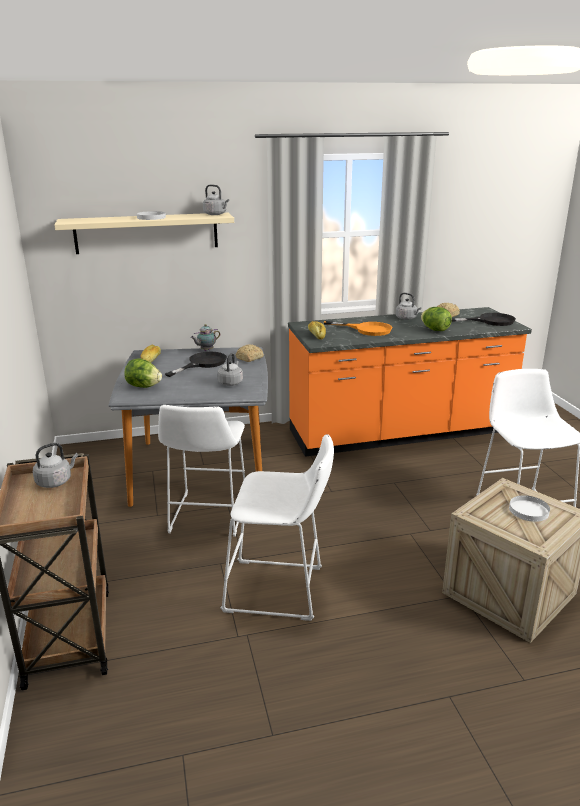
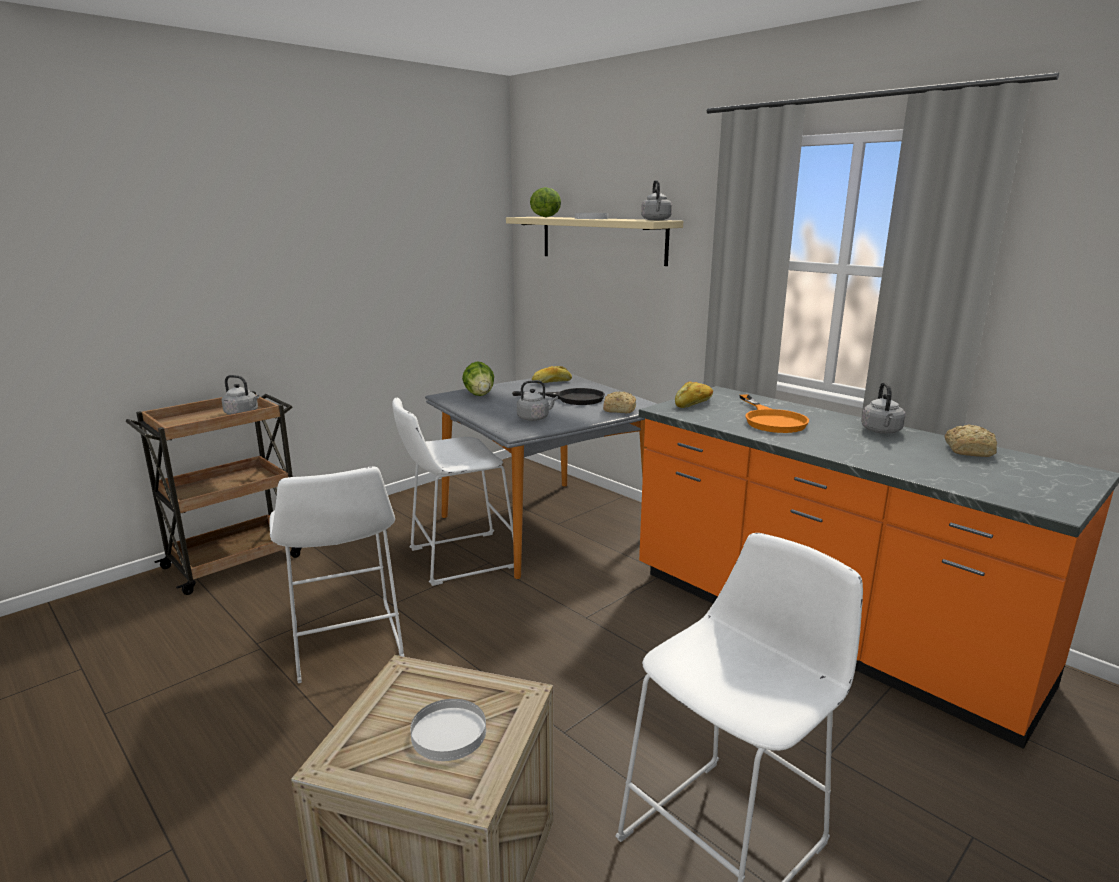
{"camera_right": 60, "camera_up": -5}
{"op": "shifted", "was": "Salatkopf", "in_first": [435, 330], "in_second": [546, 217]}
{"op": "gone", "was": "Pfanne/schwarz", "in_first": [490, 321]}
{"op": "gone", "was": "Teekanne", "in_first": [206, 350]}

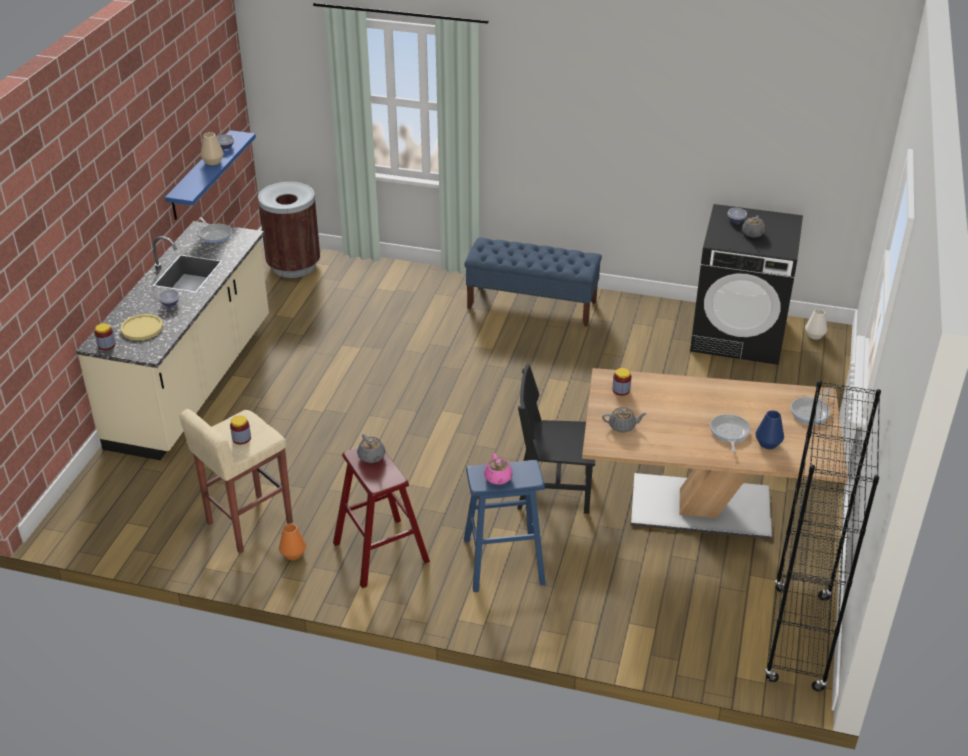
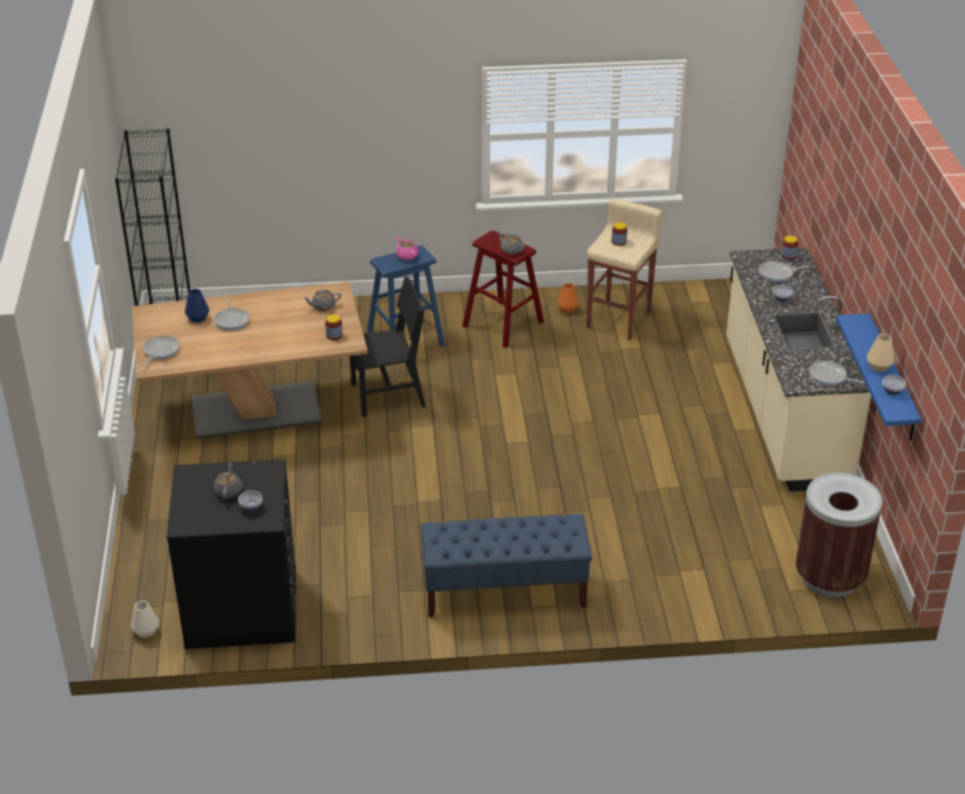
{"camera_right": 160, "camera_up": 0}
{"op": "swapped", "was": "Teller/gelb", "now": "Pfanne", "in_first": [142, 328], "in_second": [777, 274]}

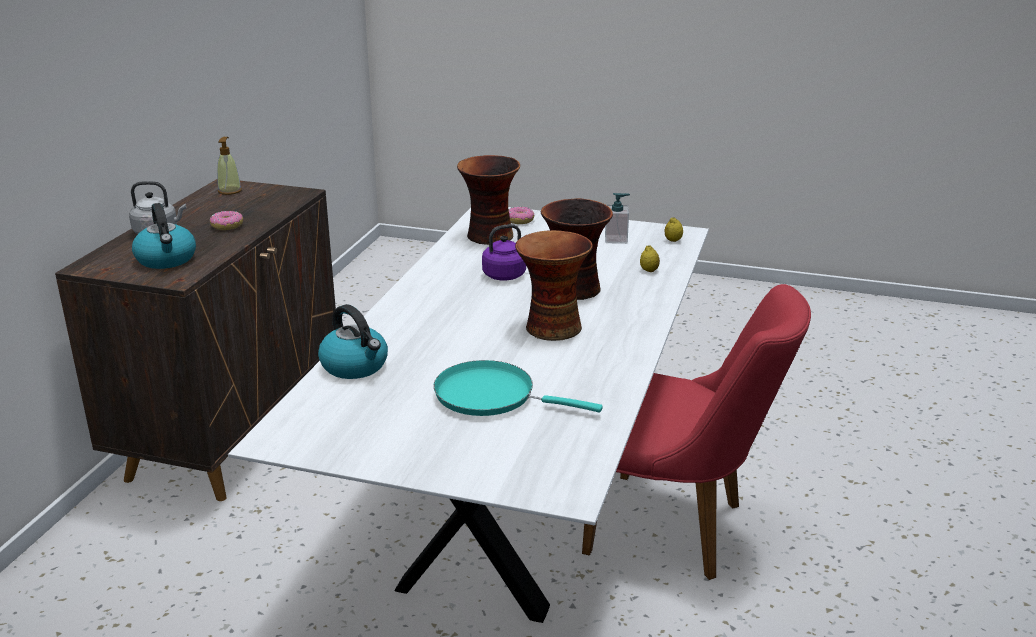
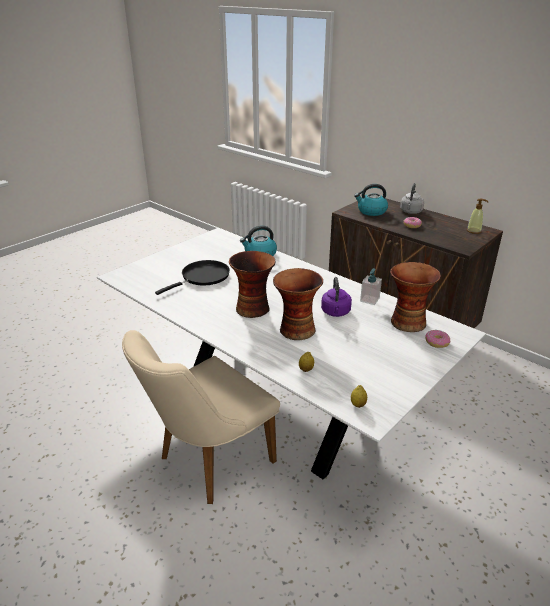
{"camera_right": 115, "camera_up": 5}
{"op": "shifted", "was": "Seifenspender", "in_first": [616, 239], "in_second": [369, 300]}
{"op": "repainted", "was": "Stuhl/rot", "now": "Stuhl/beige", "in_first": [680, 530], "in_second": [208, 463]}
{"op": "repainted", "was": "Pfanne/türkis", "now": "Pfanne/schwarz", "in_first": [491, 396], "in_second": [202, 277]}

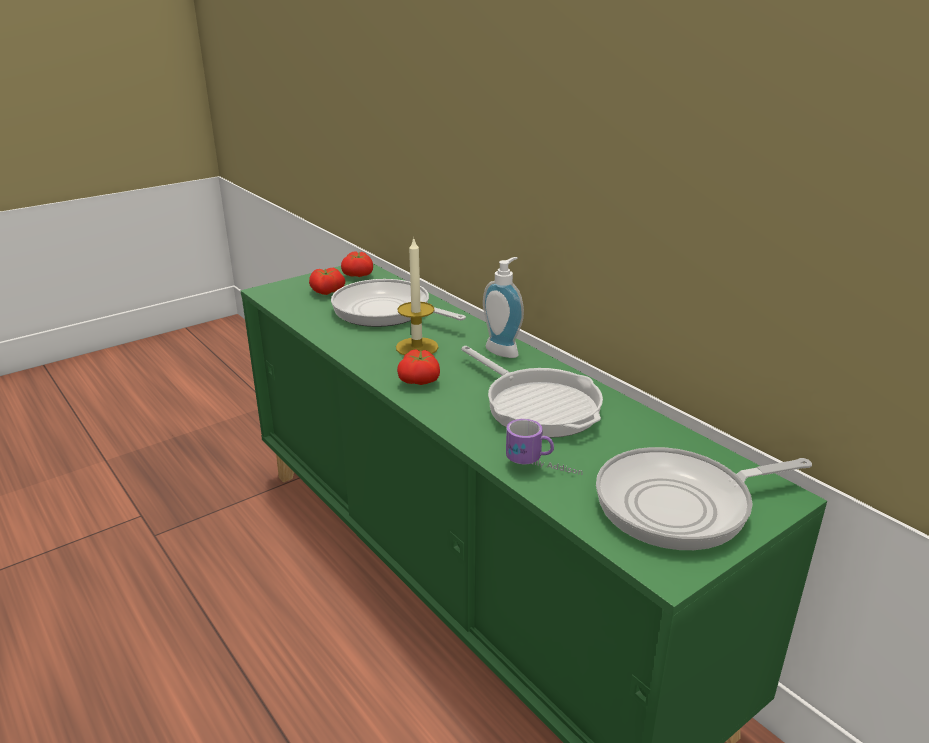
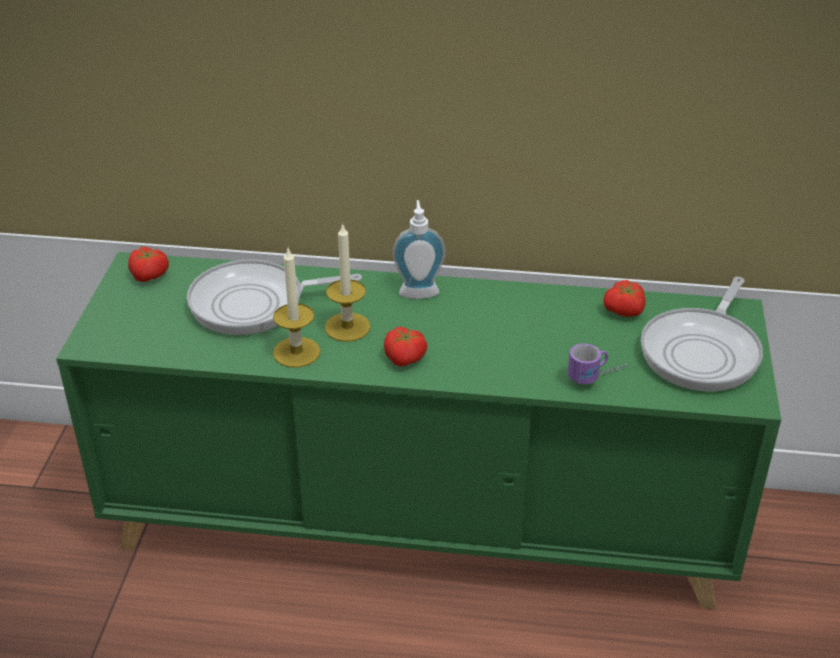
{"camera_right": -45, "camera_up": 10}
{"op": "shifted", "was": "Tomate", "in_first": [327, 292], "in_second": [625, 311]}
{"op": "gone", "was": "Pfanne", "in_first": [538, 405]}
{"op": "new", "now": "Kerze", "in_second": [296, 352]}

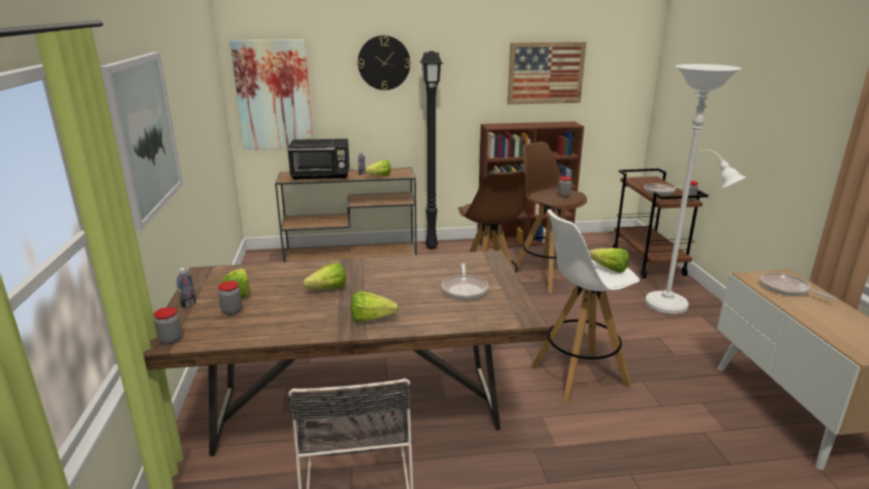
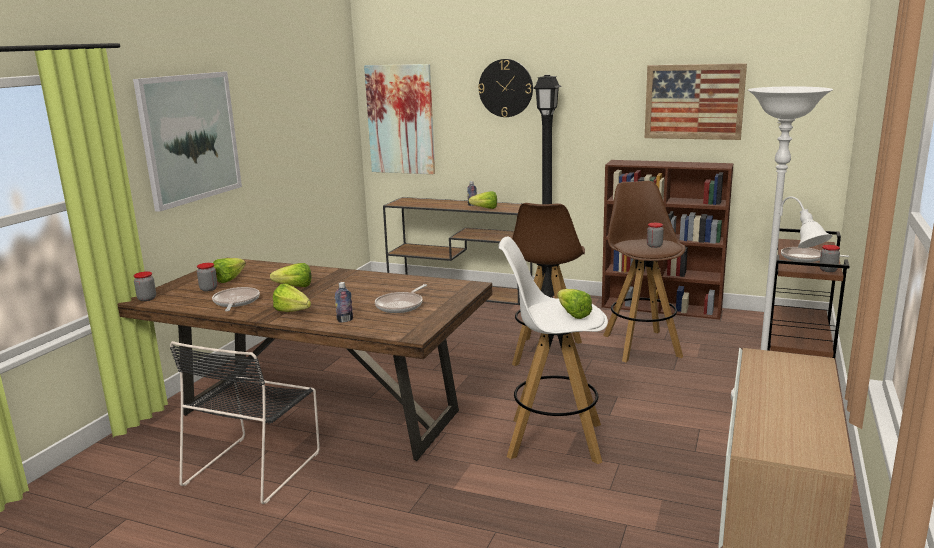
{"camera_right": 30, "camera_up": -5}
{"op": "gone", "was": "Mikrowelle/schwarz", "in_first": [322, 176]}
{"op": "shifted", "was": "Flasche", "in_first": [188, 304], "in_second": [345, 320]}
{"op": "shifted", "was": "Pfanne", "in_first": [787, 289], "in_second": [235, 302]}

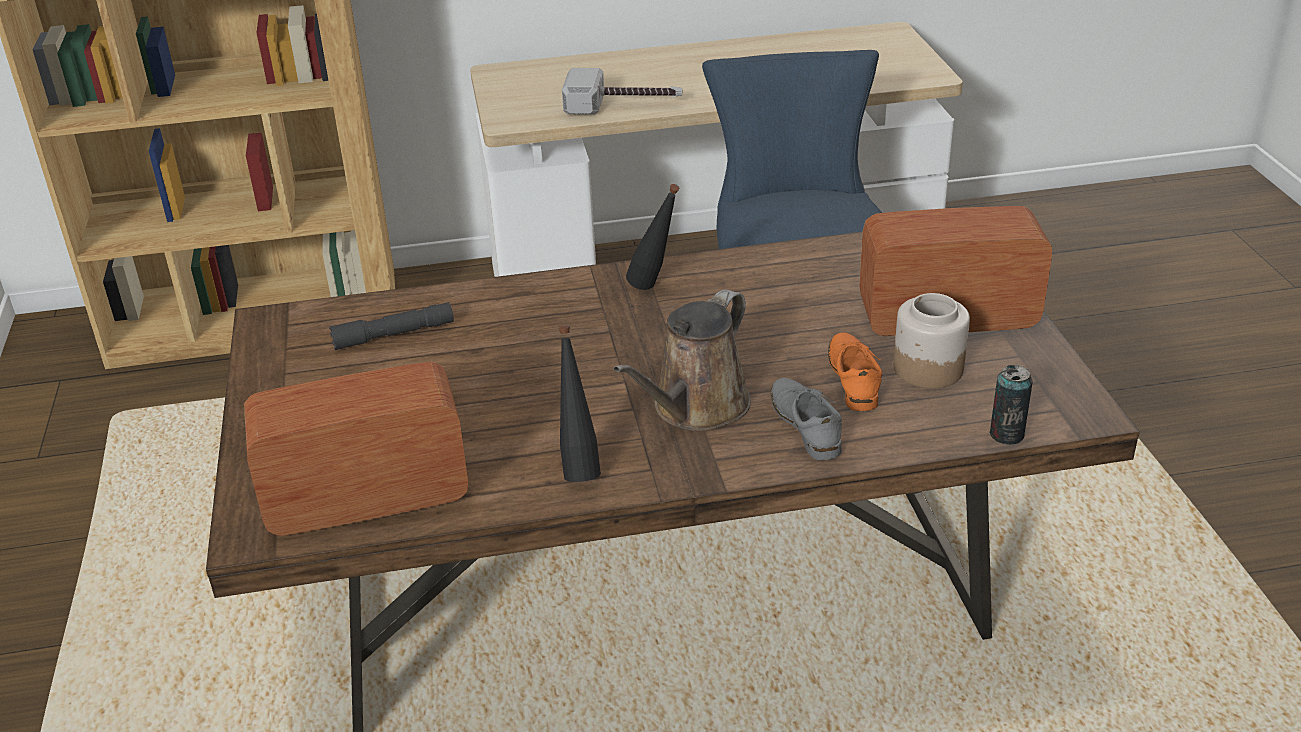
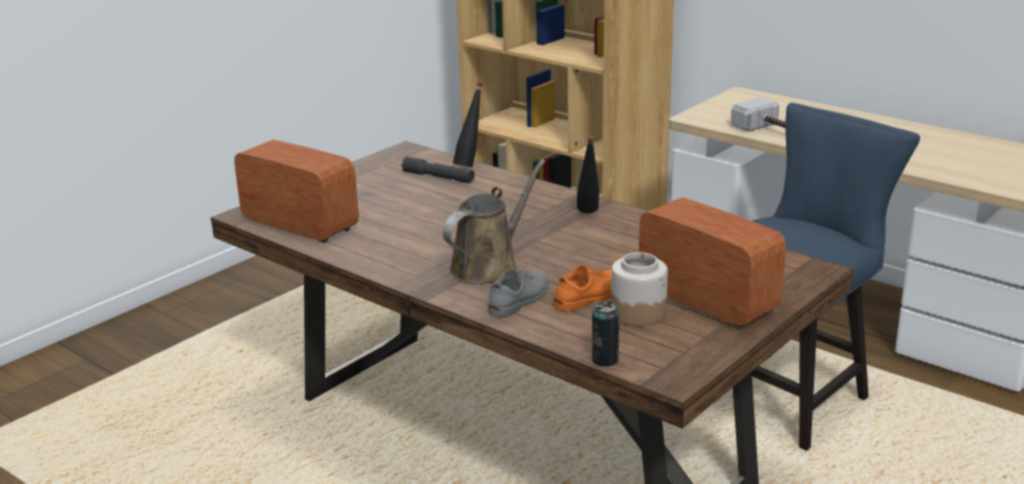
{"camera_right": 50, "camera_up": -10}
{"op": "rotated", "was": "Gießkanne/braun", "in_first": [696, 408], "in_second": [489, 266], "clockwise": 135}
{"op": "shifted", "was": "Flasche/schwarz", "in_first": [579, 467], "in_second": [470, 165]}

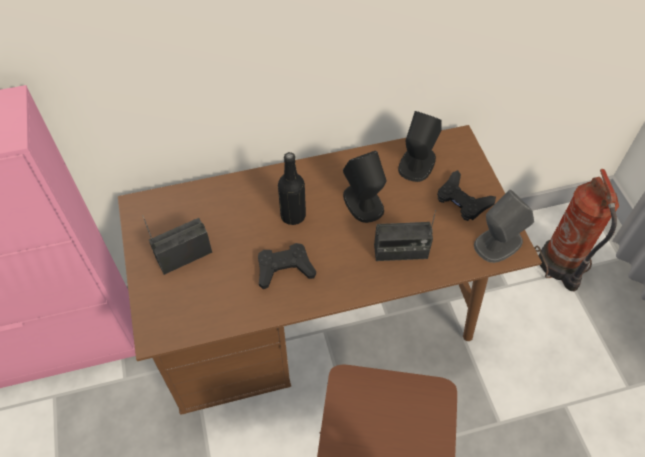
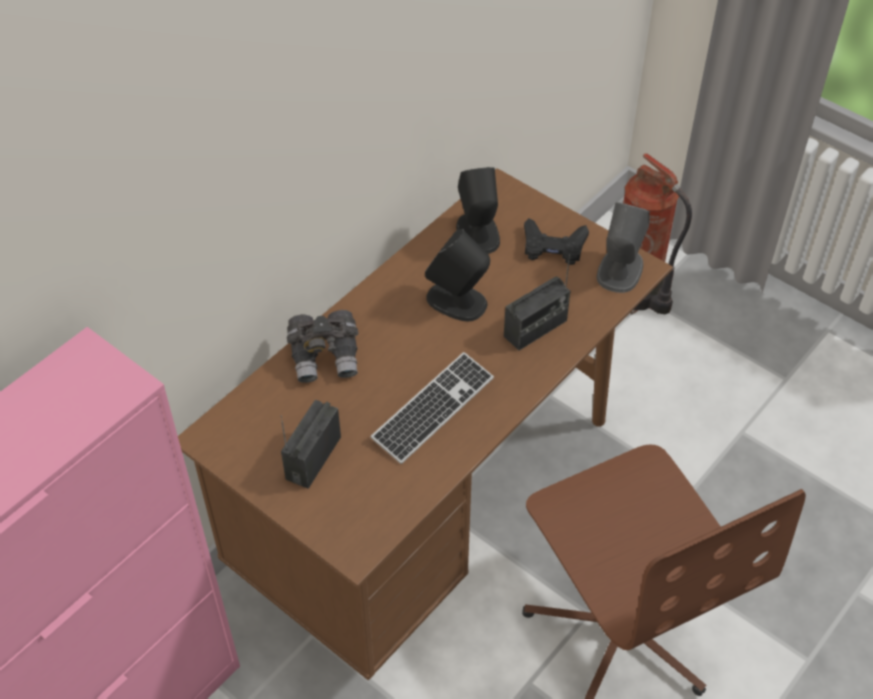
{"camera_right": -35, "camera_up": -5}
{"op": "gone", "was": "Flasche/schwarz", "in_first": [293, 215]}
{"op": "swapped", "was": "Gamepad/schwarz", "now": "Tastatur", "in_first": [284, 268], "in_second": [433, 409]}
{"op": "new", "now": "Fernglas/grau", "in_second": [326, 357]}

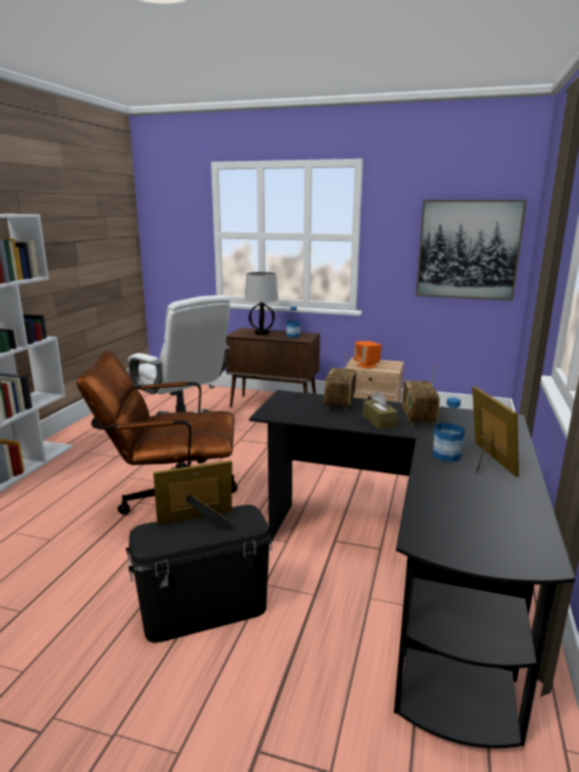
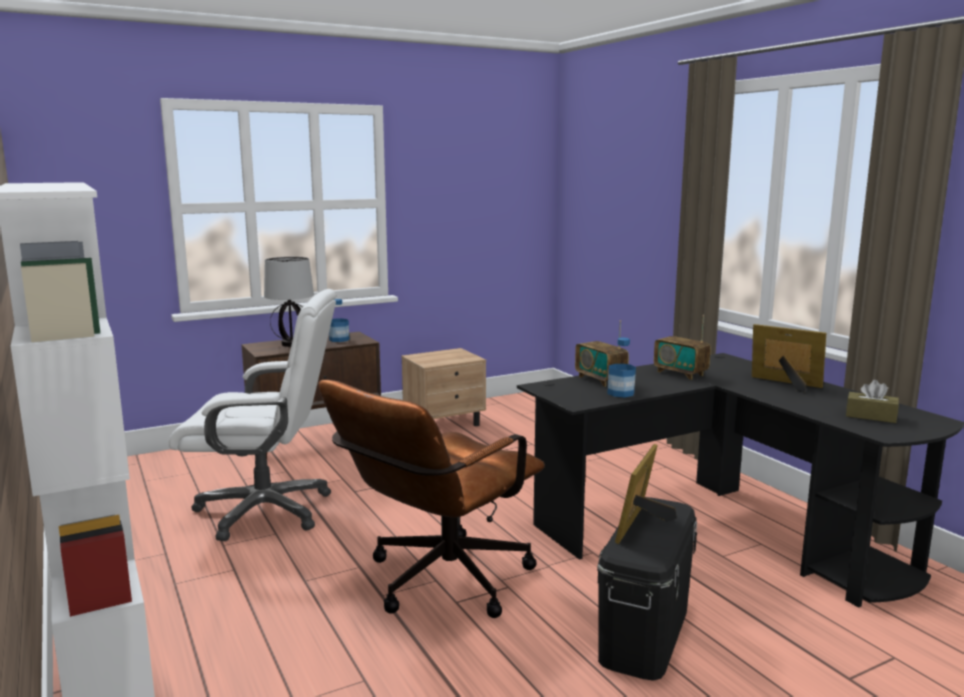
{"camera_right": -45, "camera_up": -5}
{"op": "gone", "was": "Bild", "in_first": [468, 250]}
{"op": "gone", "was": "Lautsprecher/orange", "in_first": [367, 365]}
{"op": "shifted", "was": "Taschentuchbox/braun", "in_first": [379, 421], "in_second": [871, 416]}
{"op": "shifted", "was": "Flasche", "in_first": [446, 455], "in_second": [620, 393]}

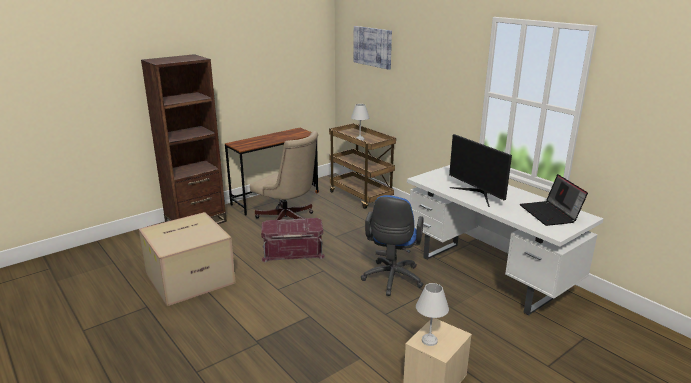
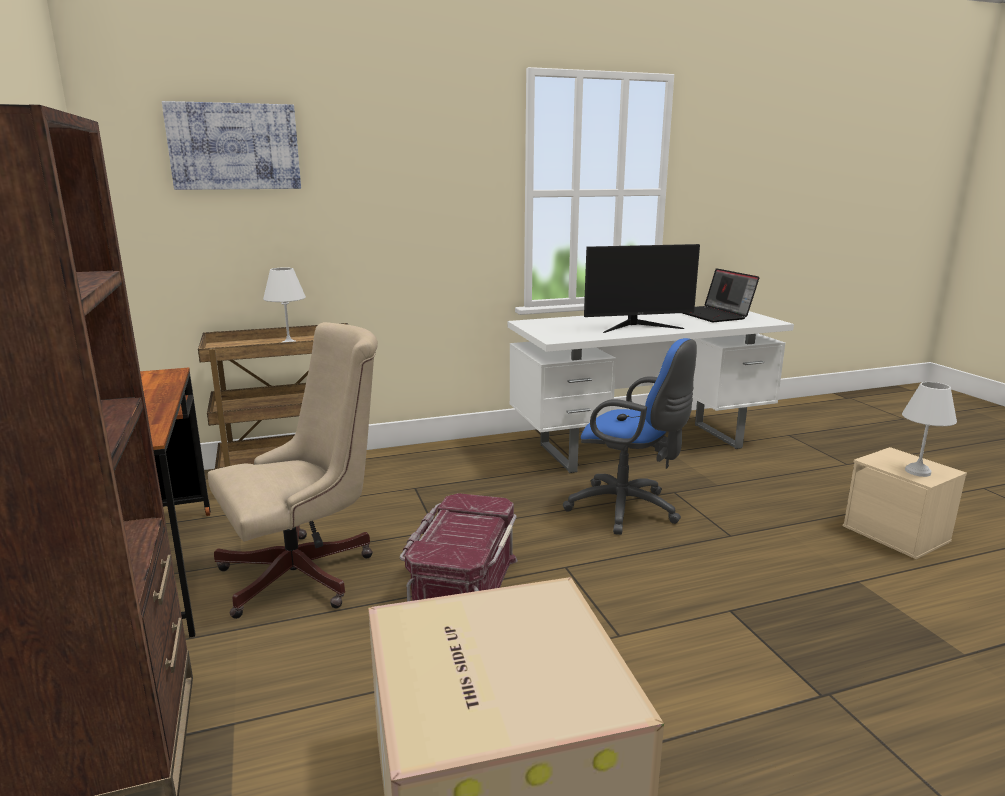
{"camera_right": -70, "camera_up": -5}
{"op": "rotated", "was": "Laptop", "in_first": [550, 214], "in_second": [714, 315], "clockwise": 60}

